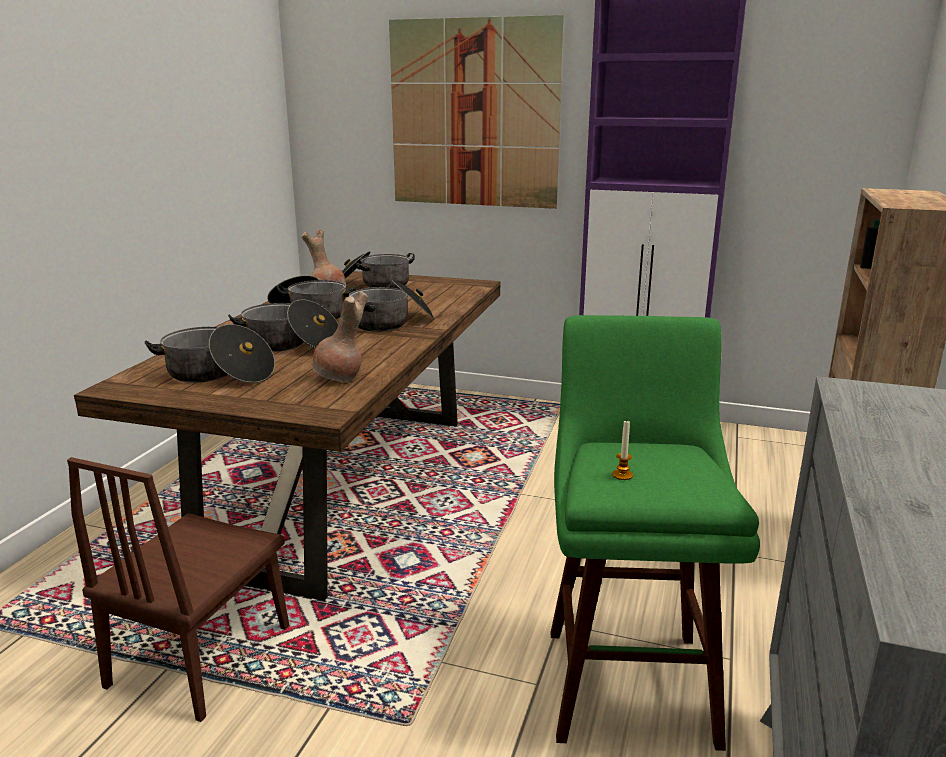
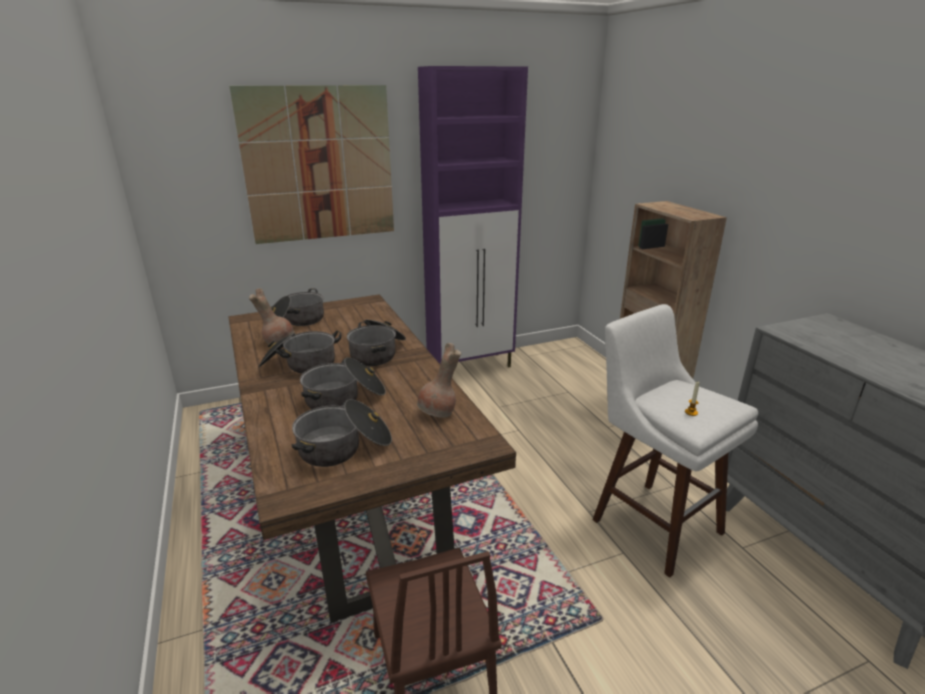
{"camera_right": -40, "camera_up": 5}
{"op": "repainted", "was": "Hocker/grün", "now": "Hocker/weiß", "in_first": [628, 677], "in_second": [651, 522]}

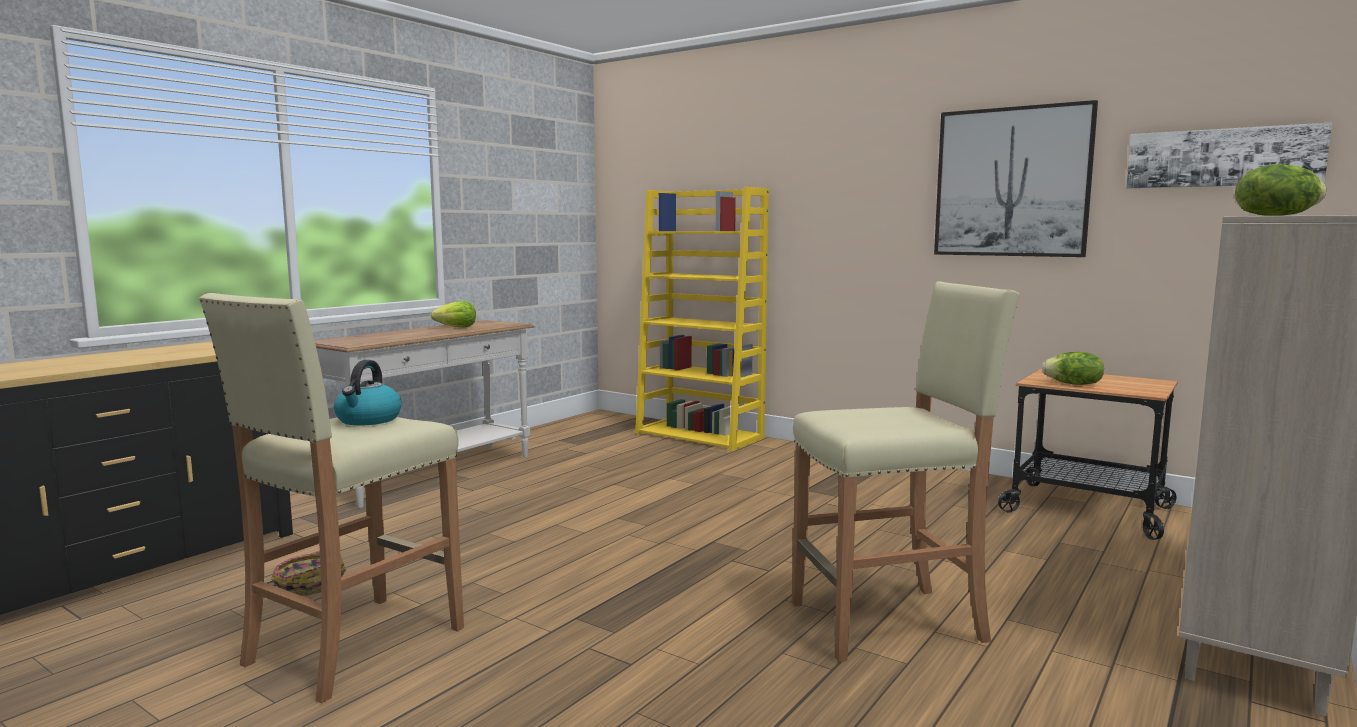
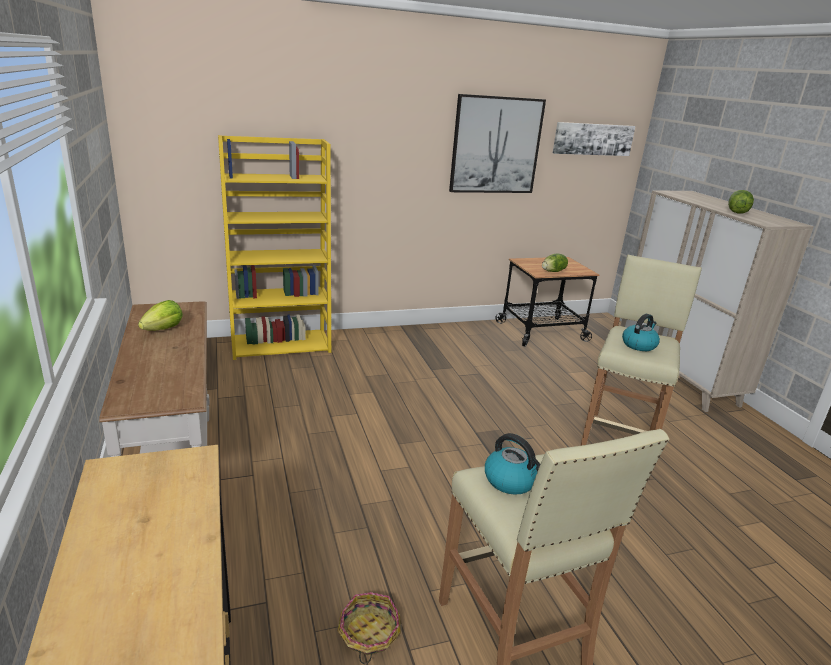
{"camera_right": -55, "camera_up": 15}
{"op": "new", "now": "Wasserkessel", "in_second": [639, 345]}

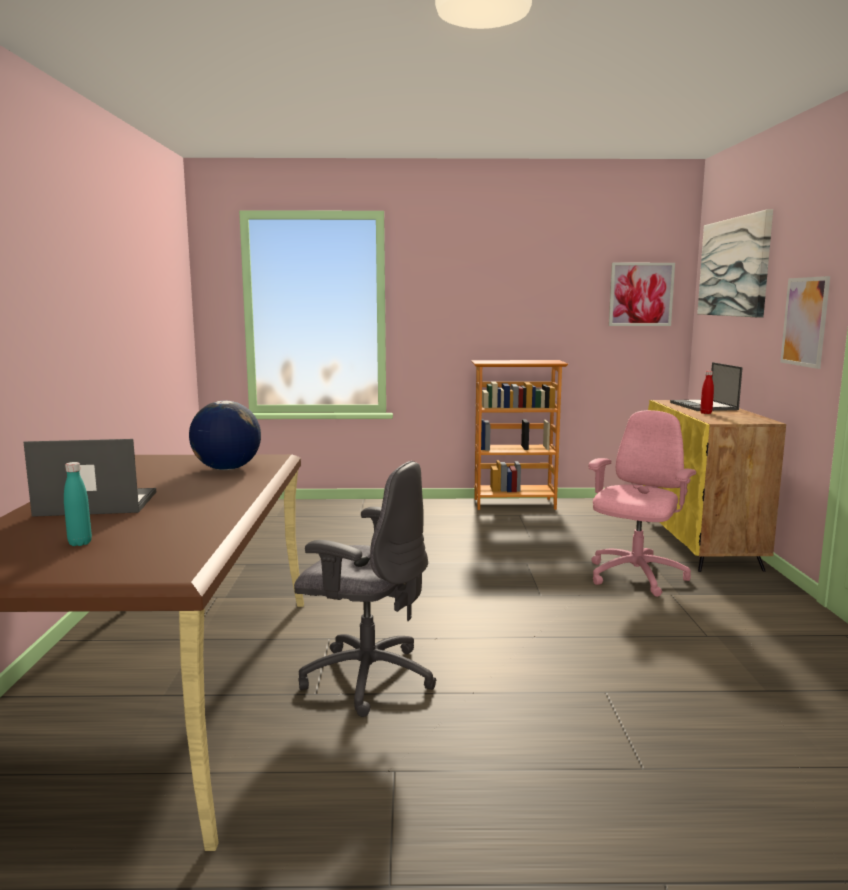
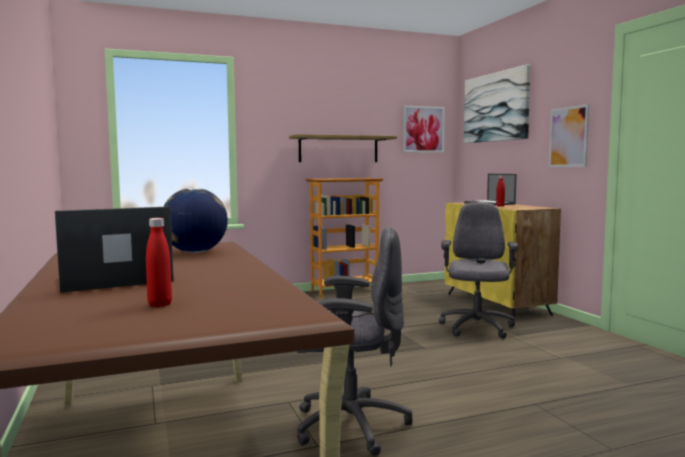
{"camera_right": -20, "camera_up": -5}
{"op": "repainted", "was": "Bürostuhl/rosa", "now": "Bürostuhl/grau", "in_first": [635, 577], "in_second": [476, 328]}
{"op": "repainted", "was": "Flasche/türkis", "now": "Flasche/rot", "in_first": [80, 543], "in_second": [160, 304]}
{"op": "new", "now": "Wandregal", "in_second": [338, 149]}

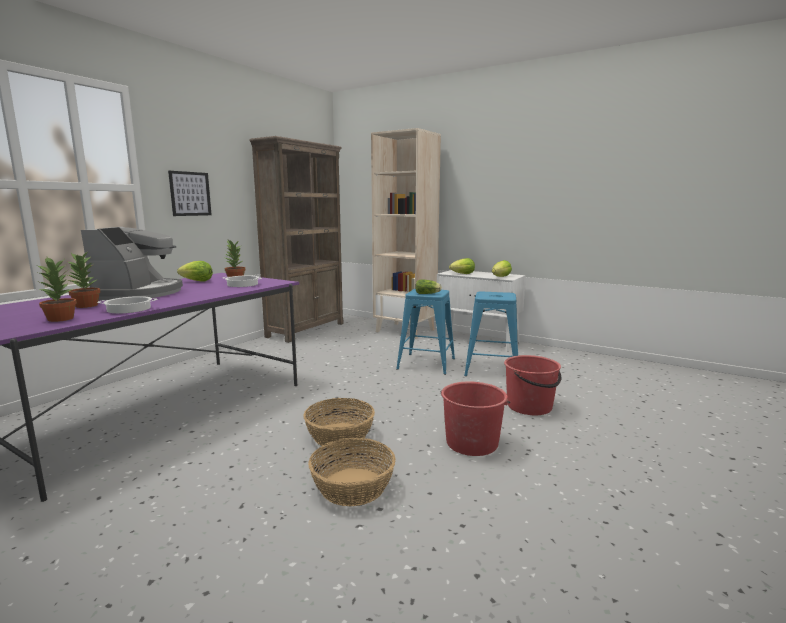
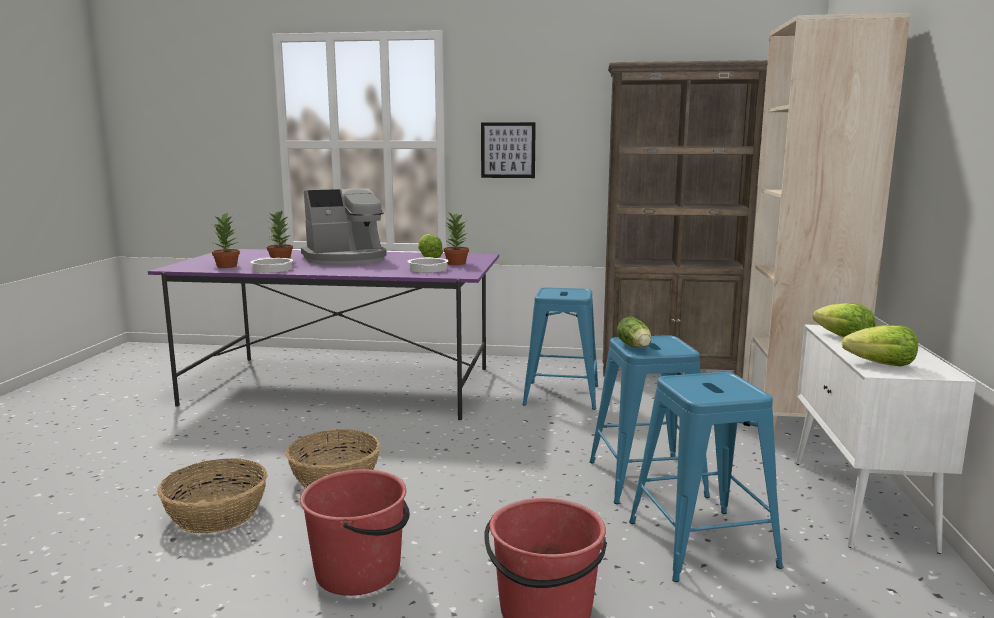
{"camera_right": 65, "camera_up": 0}
{"op": "new", "now": "Hocker/blau", "in_second": [561, 395]}

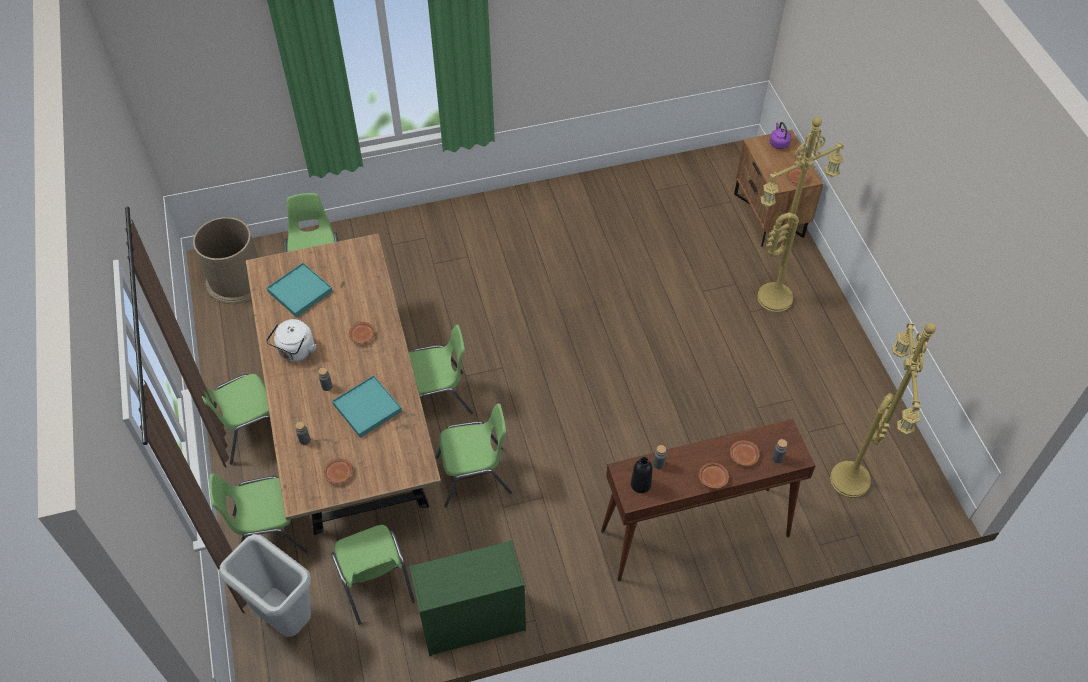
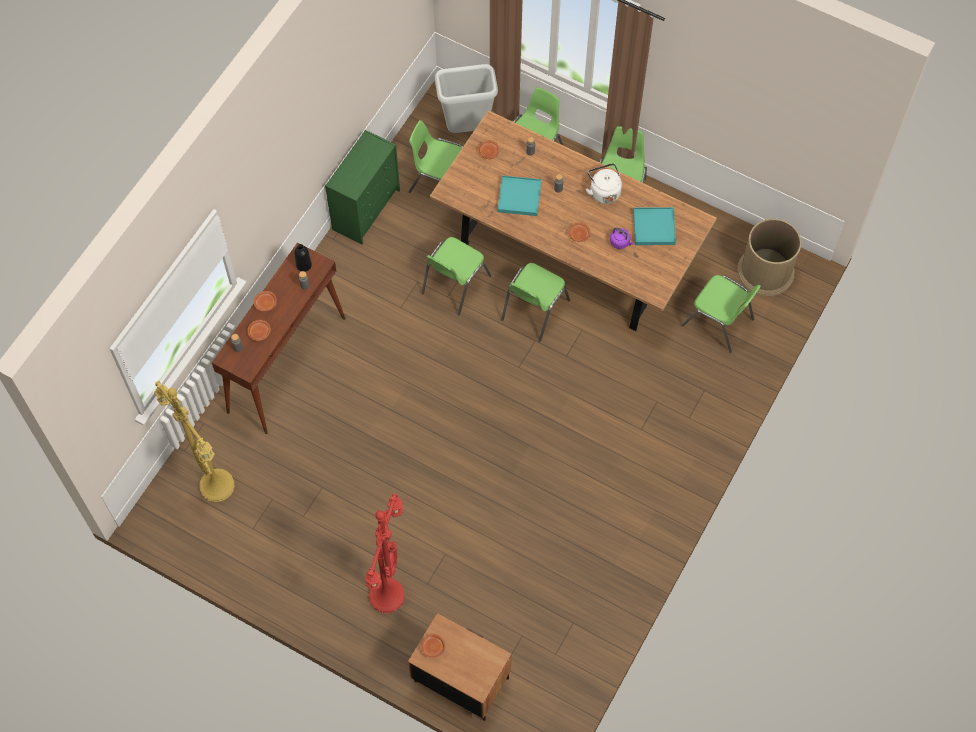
{"camera_right": 135, "camera_up": 10}
{"op": "repainted", "was": "Stehlampe/gelb", "now": "Stehlampe/rot", "in_first": [774, 296], "in_second": [388, 598]}
{"op": "shifted", "was": "Wasserkessel/lila", "in_first": [778, 143], "in_second": [620, 242]}

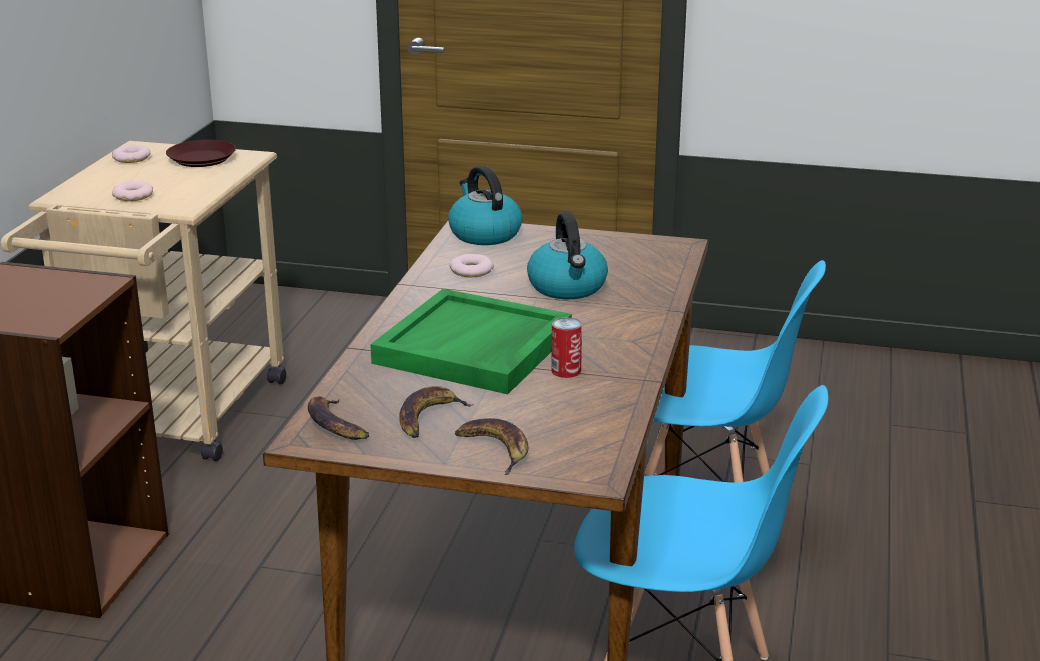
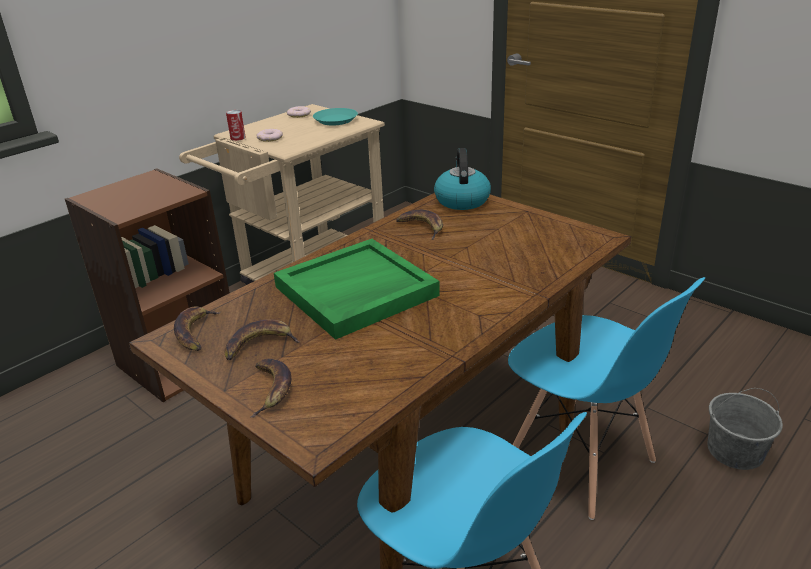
{"camera_right": 30, "camera_up": 5}
{"op": "repainted", "was": "Teller/braun", "now": "Teller/türkis", "in_first": [201, 159], "in_second": [335, 120]}
{"op": "gone", "was": "Wasserkessel", "in_first": [568, 287]}
{"op": "swapped", "was": "Donut", "now": "Banane", "in_first": [471, 270], "in_second": [422, 227]}
{"op": "shifted", "was": "Dose", "in_first": [566, 371], "in_second": [238, 138]}
{"op": "new", "now": "Eimer/grau", "in_second": [735, 451]}

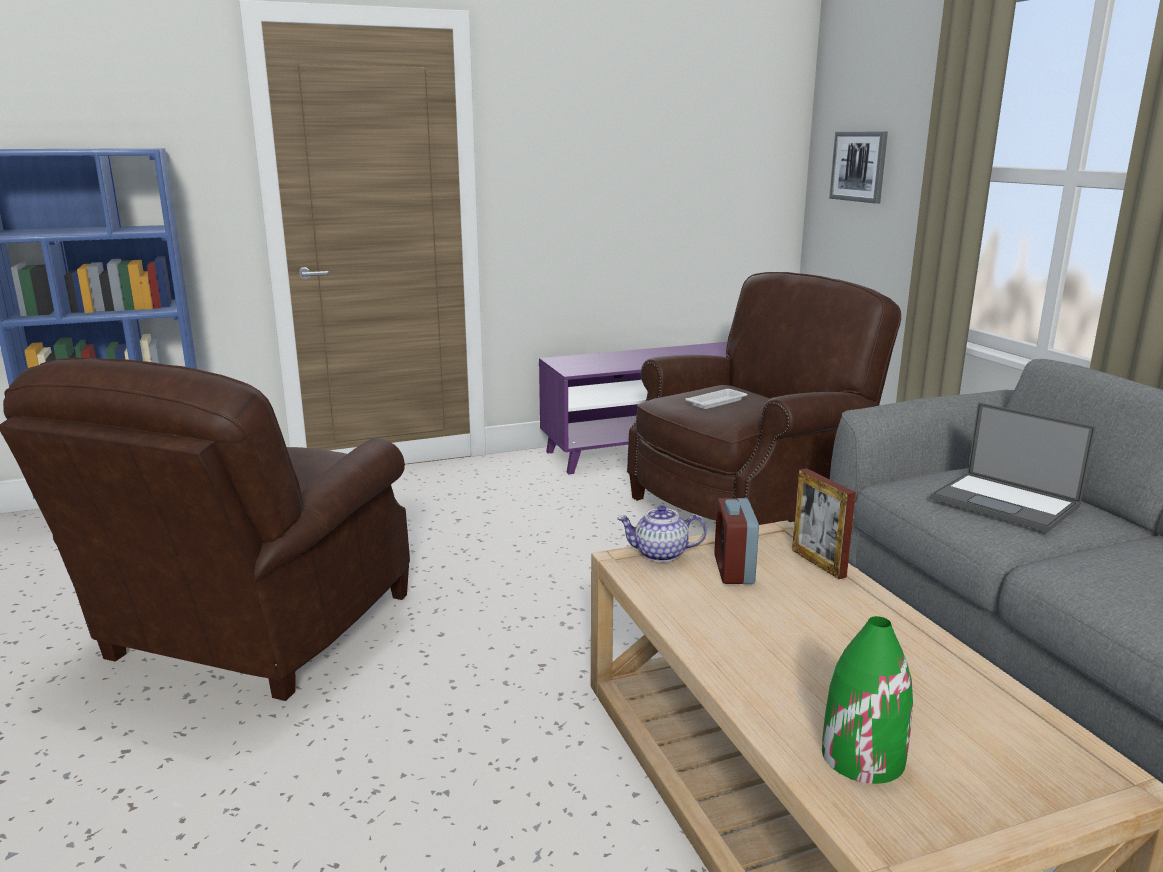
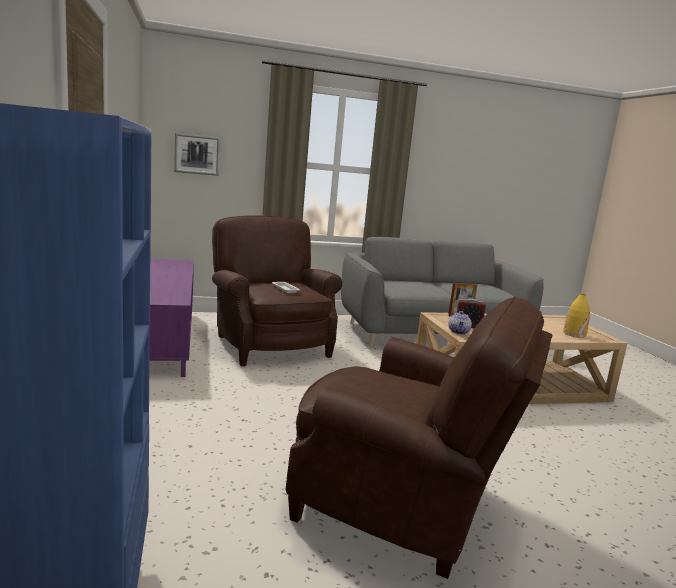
{"camera_right": -85, "camera_up": -5}
{"op": "gone", "was": "Laptop", "in_first": [1006, 502]}
{"op": "repainted", "was": "Vase/grün", "now": "Vase/gelb", "in_first": [862, 756], "in_second": [574, 334]}

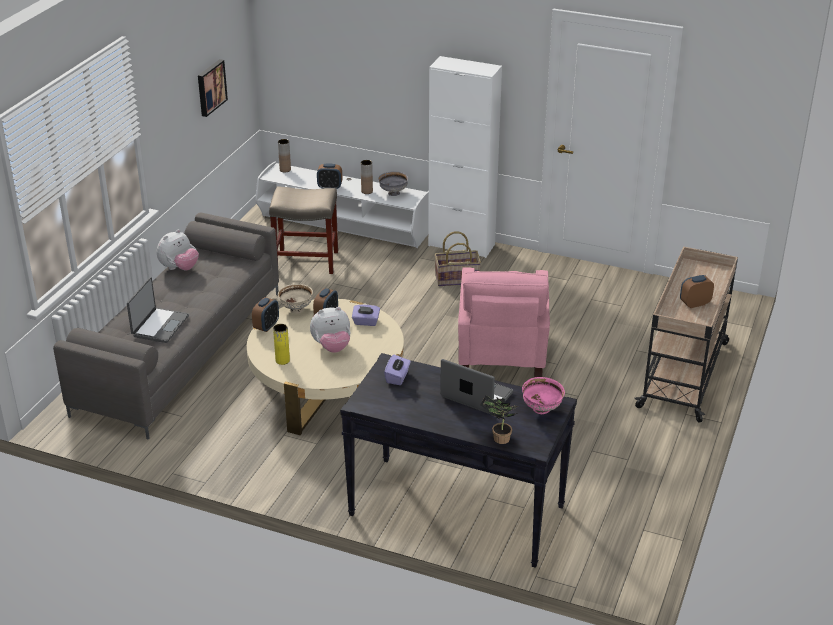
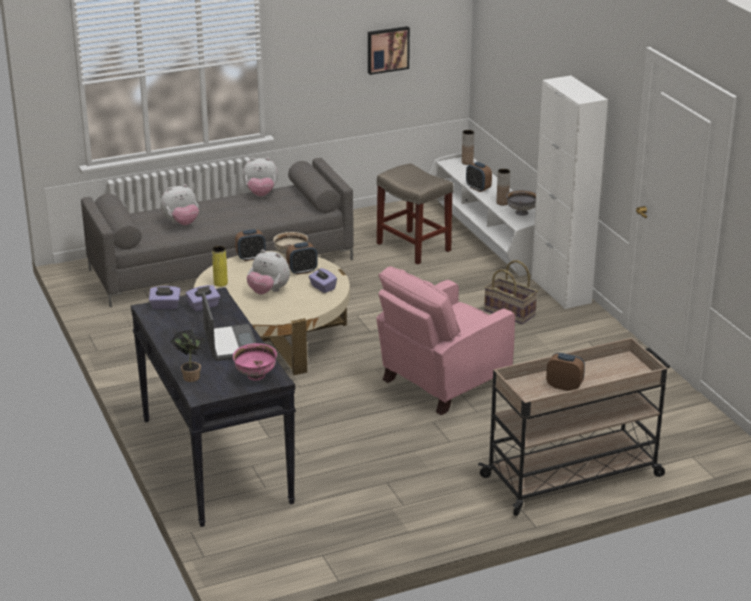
{"camera_right": 45, "camera_up": -5}
{"op": "swapped", "was": "Laptop", "now": "Plüschtier", "in_first": [159, 326], "in_second": [181, 223]}
{"op": "new", "now": "Taschentuchbox/lila", "in_second": [165, 306]}

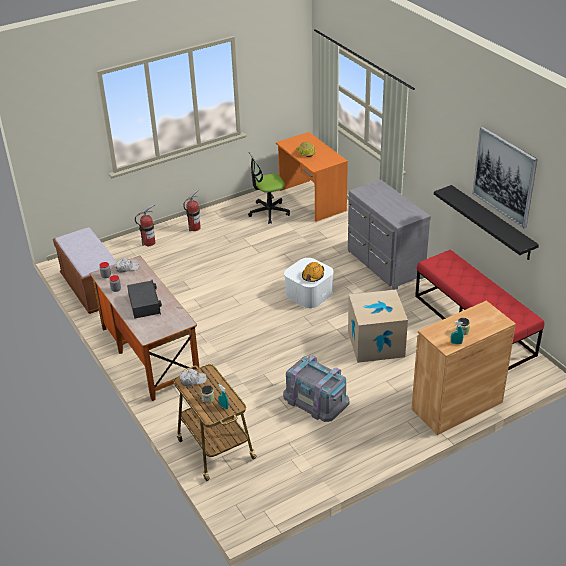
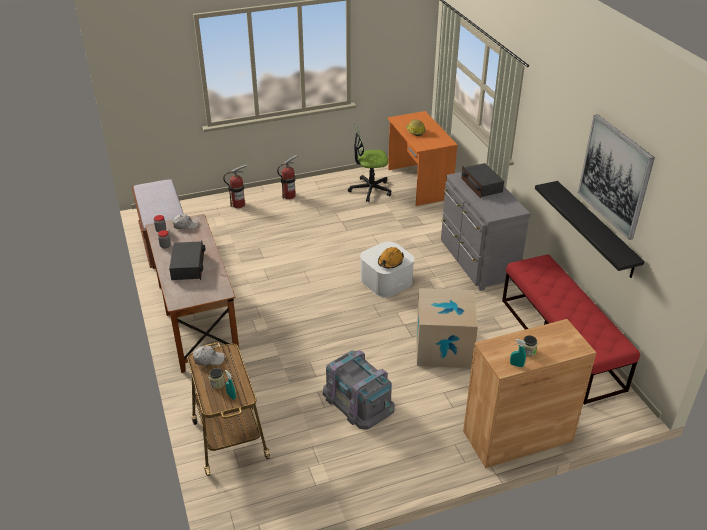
{"camera_right": 10, "camera_up": 0}
{"op": "new", "now": "Radio", "in_second": [481, 186]}

